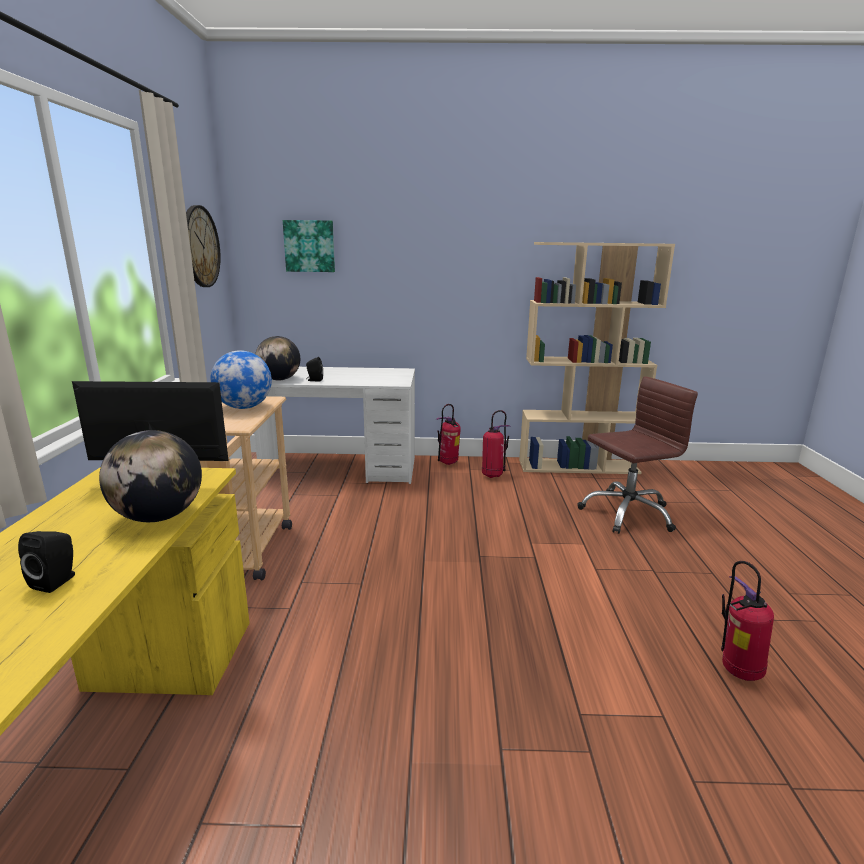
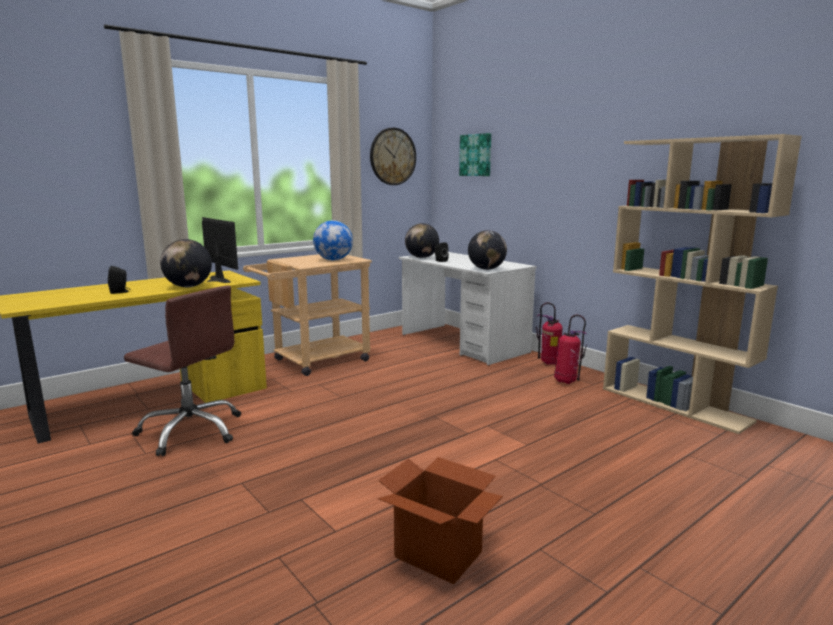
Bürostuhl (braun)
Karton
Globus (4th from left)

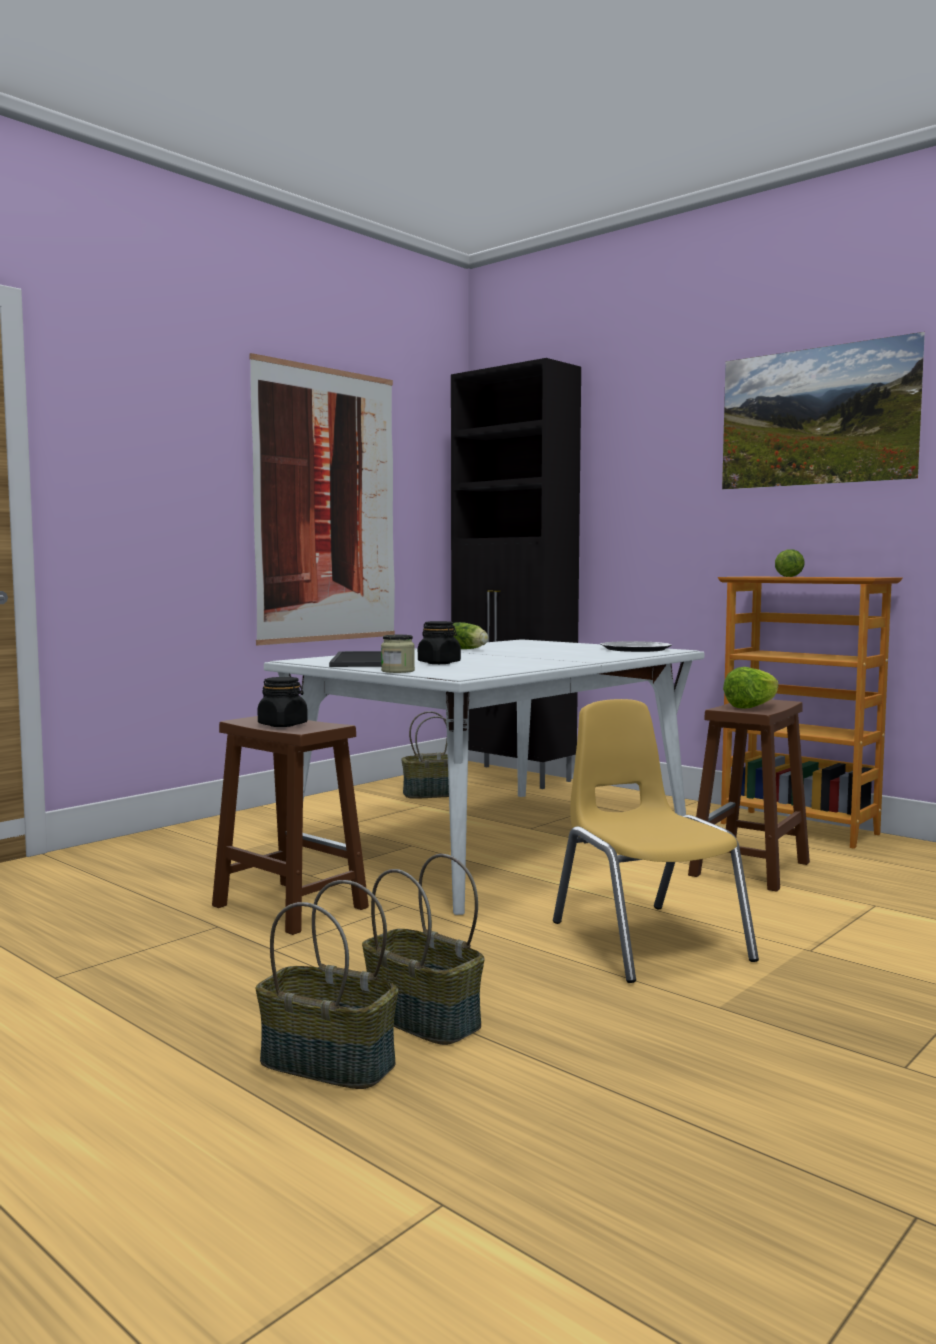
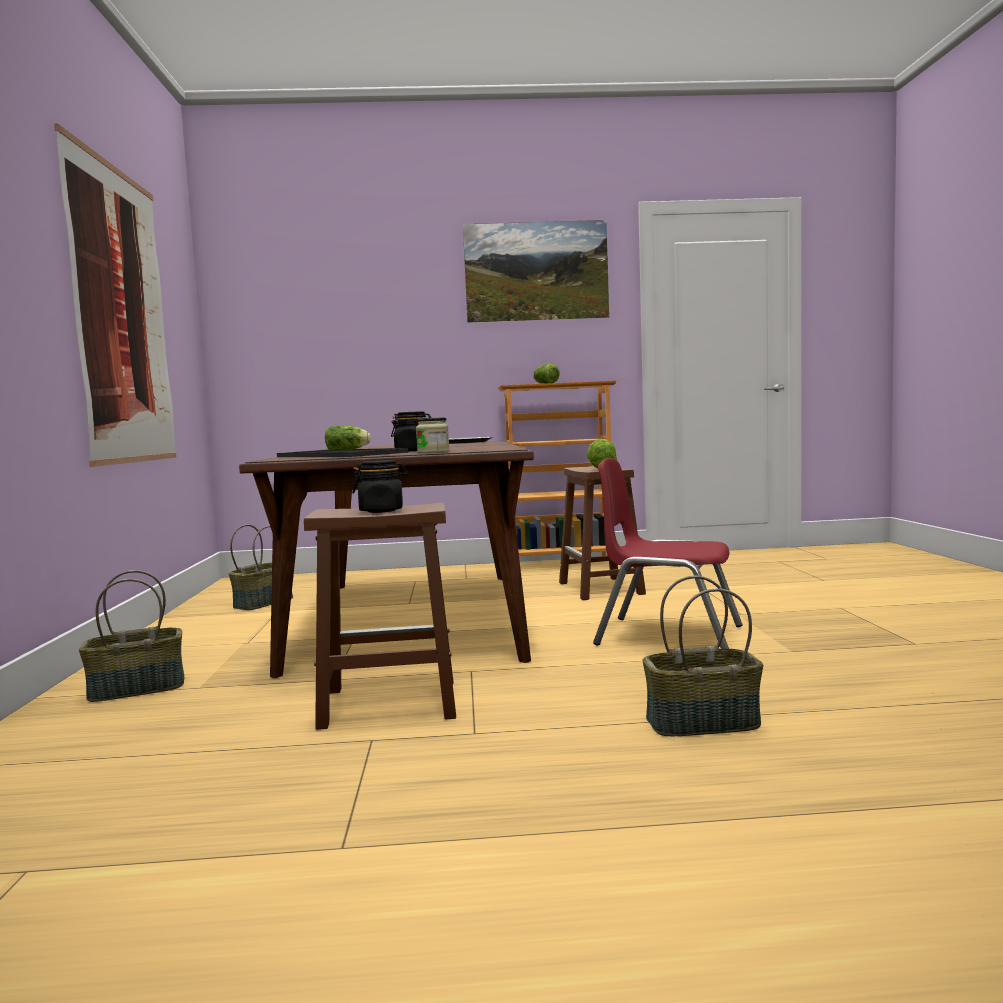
Korb (1st from left)
Esstisch (braun)
Schrank (schwarz)
Stuhl (rot)

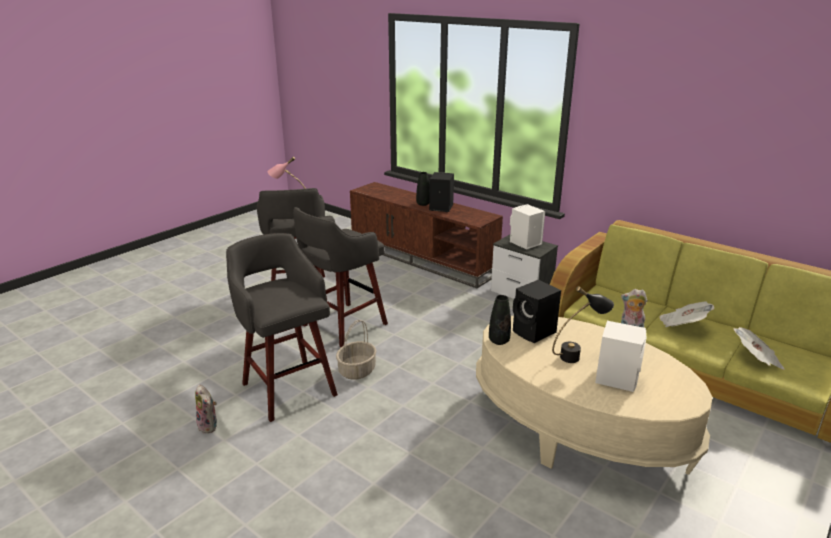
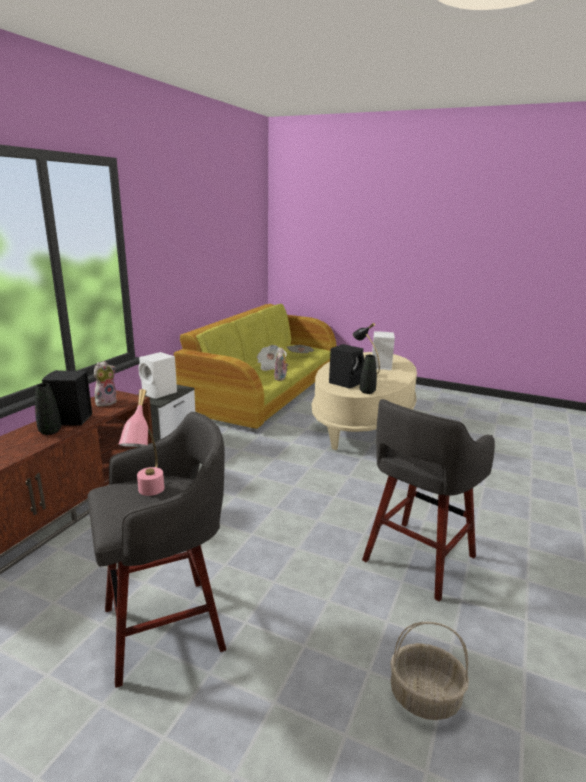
Plüschtier (1st from left)
Hocker (grau) (3rd from left in the first image)
Korb

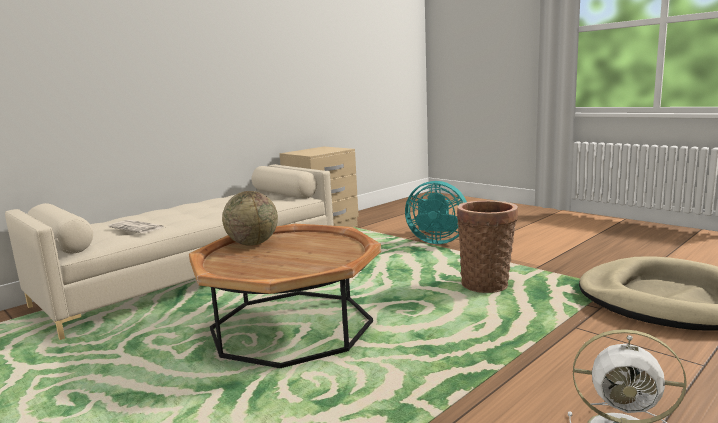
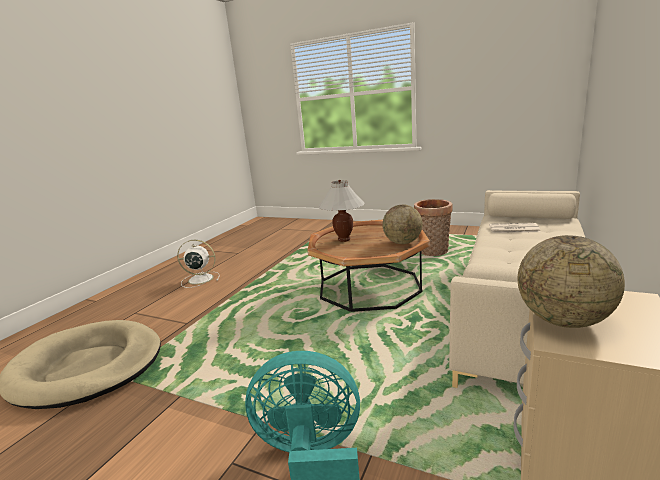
Korb
Tischlampe (weiß)
Globus (2nd from left)

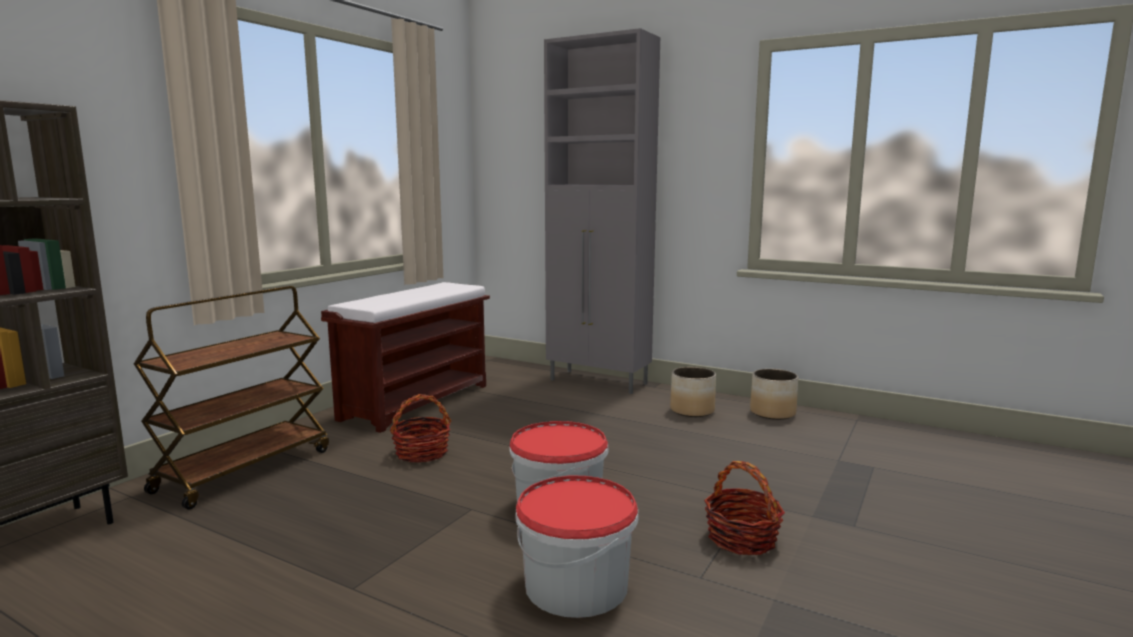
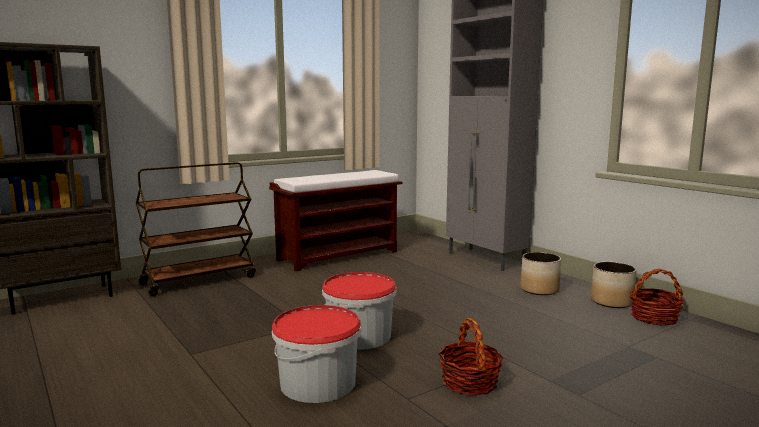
Korb (2nd from left)

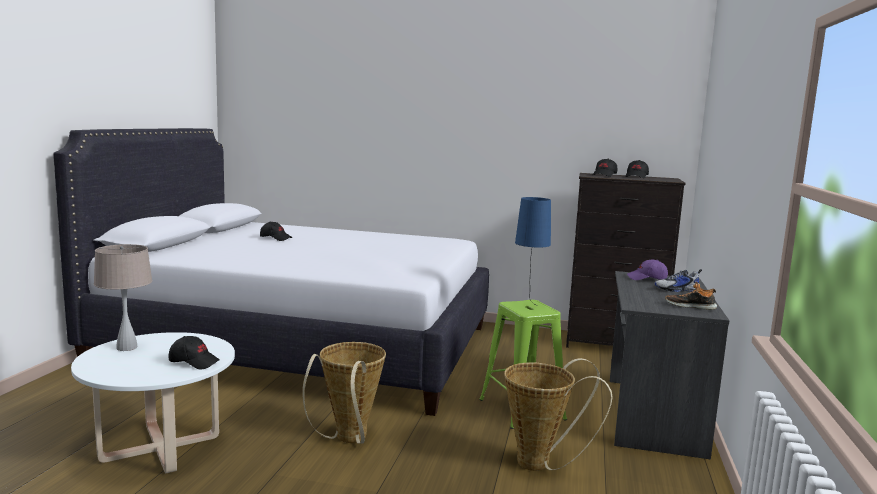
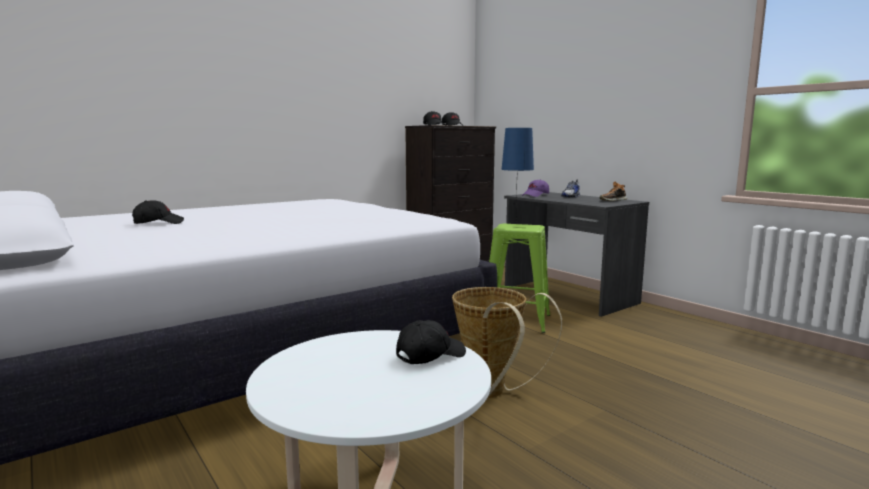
Tischlampe (beige)
Korb (2nd from left in the first image)

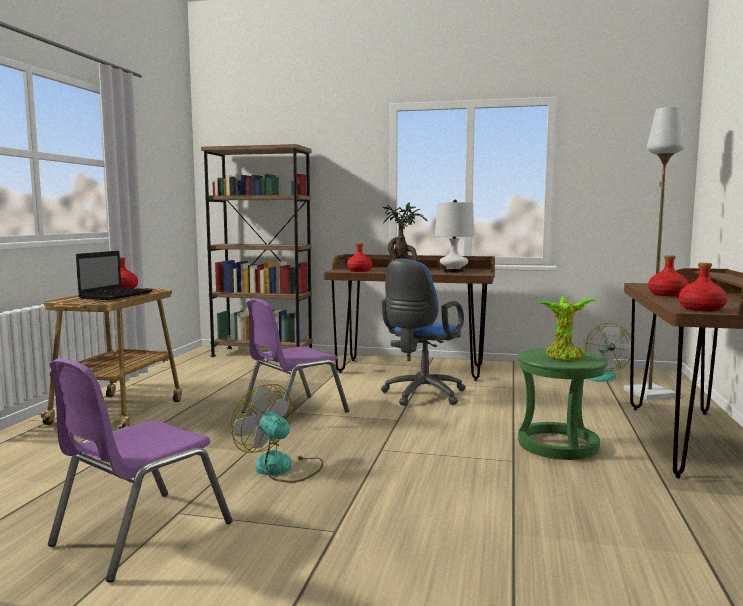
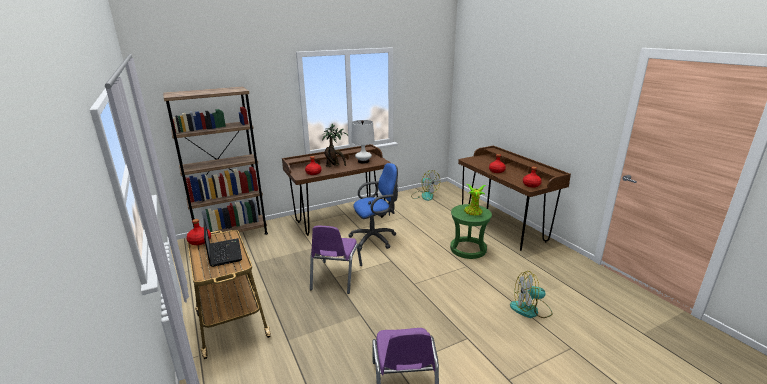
Ventilator (2nd from left)
Bürostuhl (blau)
Stehlampe (grau)

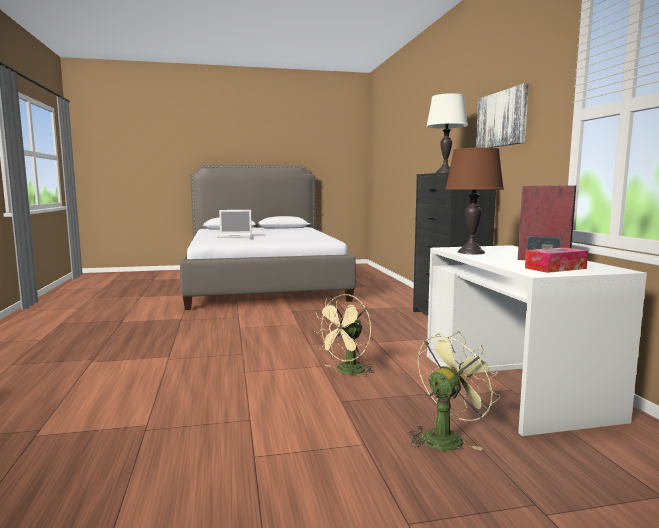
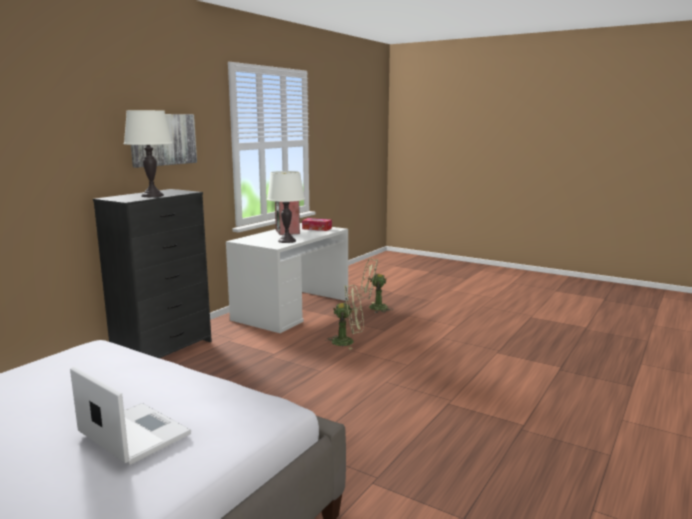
Ventilator (grün) (1st from left)
Tischlampe (weiß) (2nd from left)

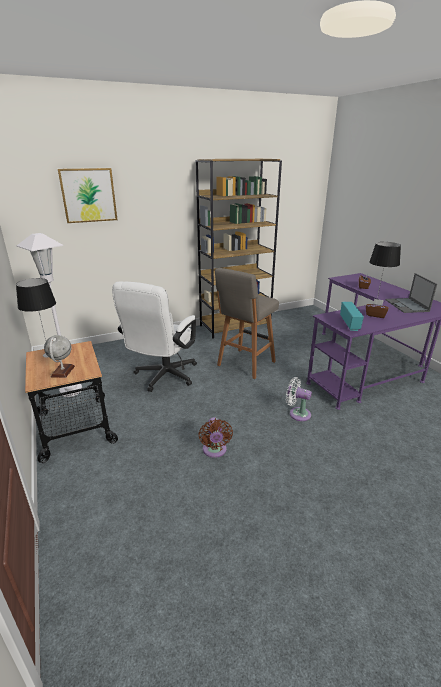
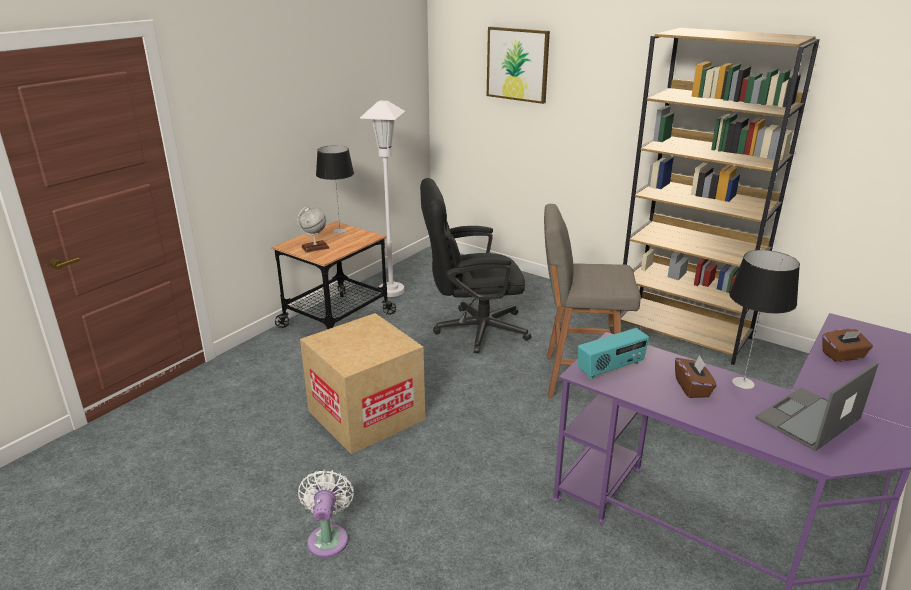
Bürostuhl (schwarz)
Karton
Ventilator (weiß)

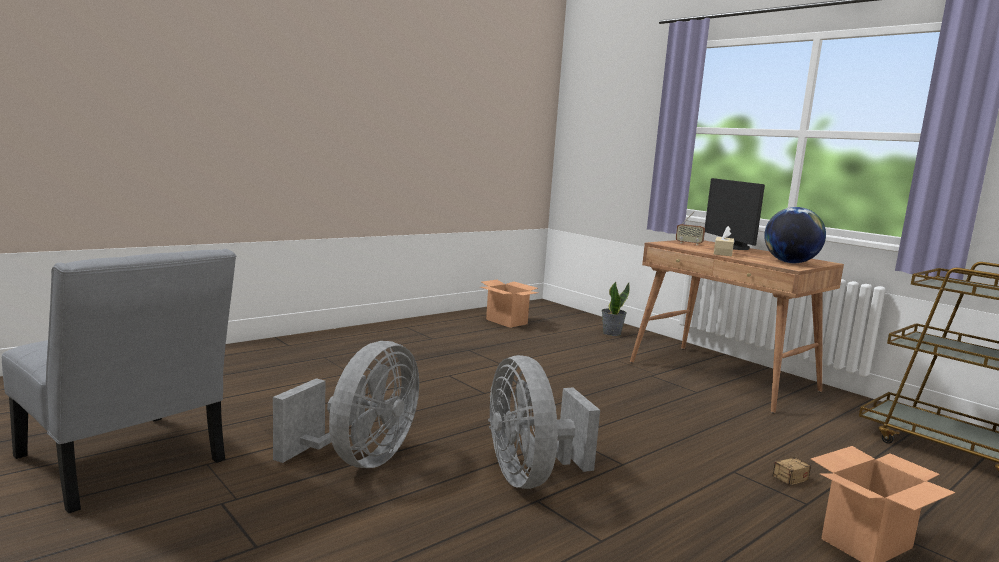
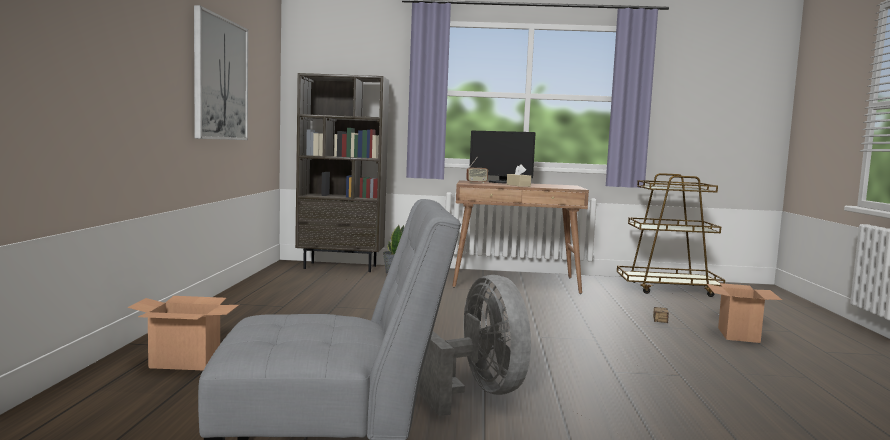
Karton (1st from left)
Ventilator (grau) (2nd from left in the first image)
Globus
Bild
Bücherregal (braun)

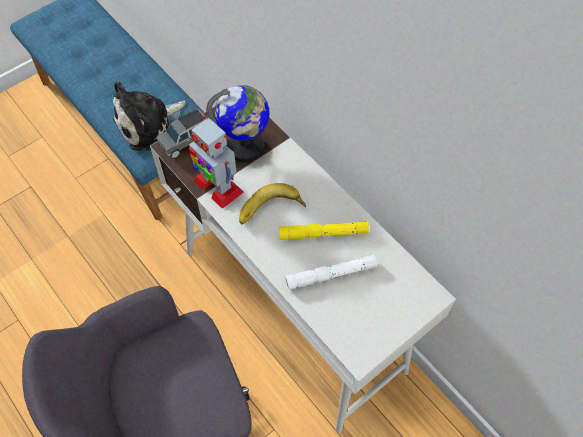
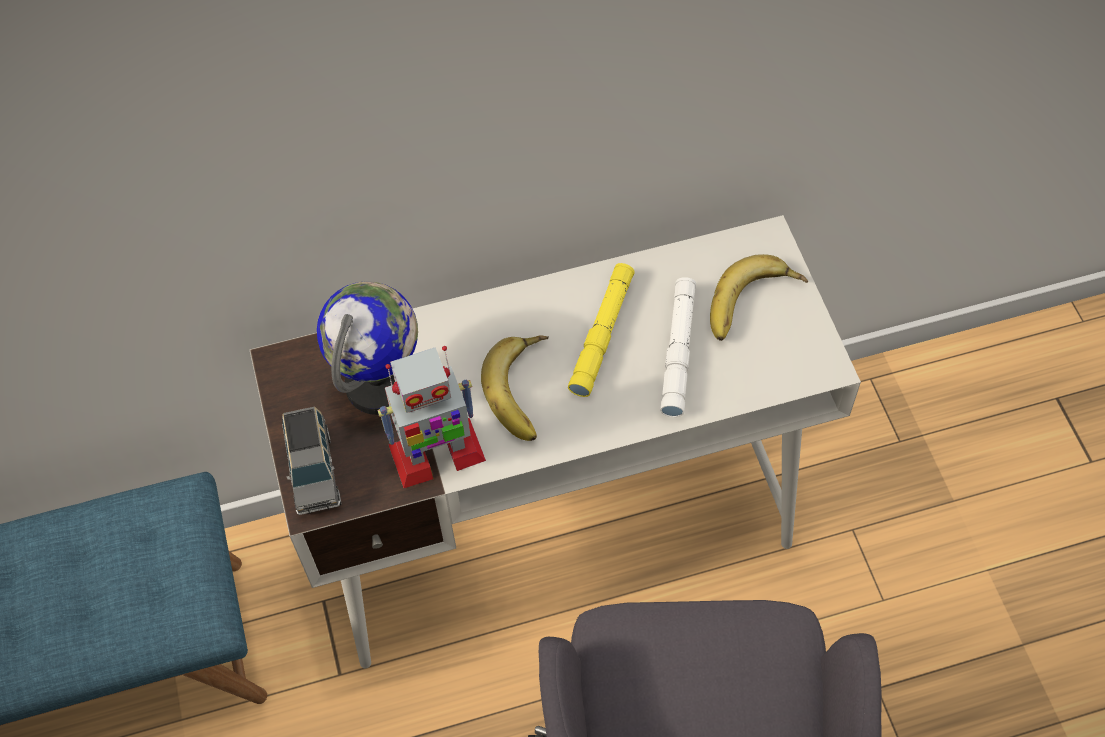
Plüschtier
Banane (2nd from left)

